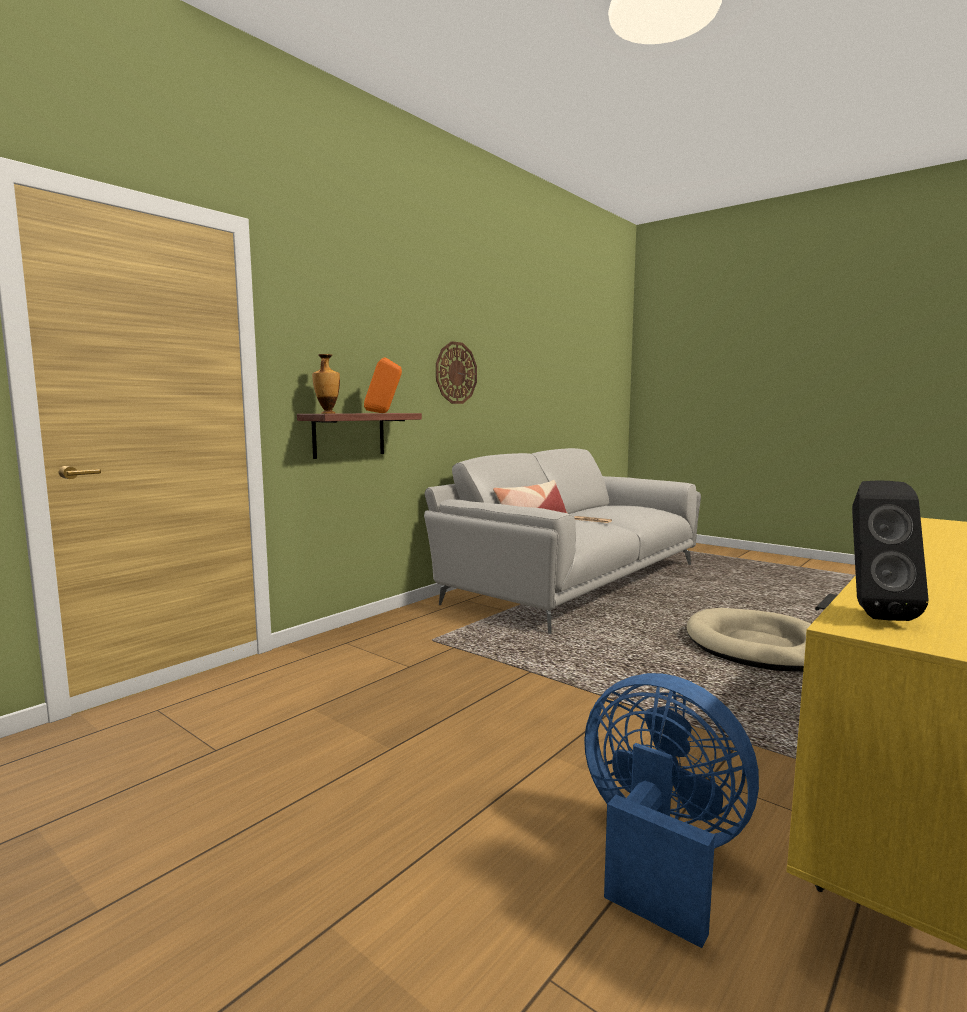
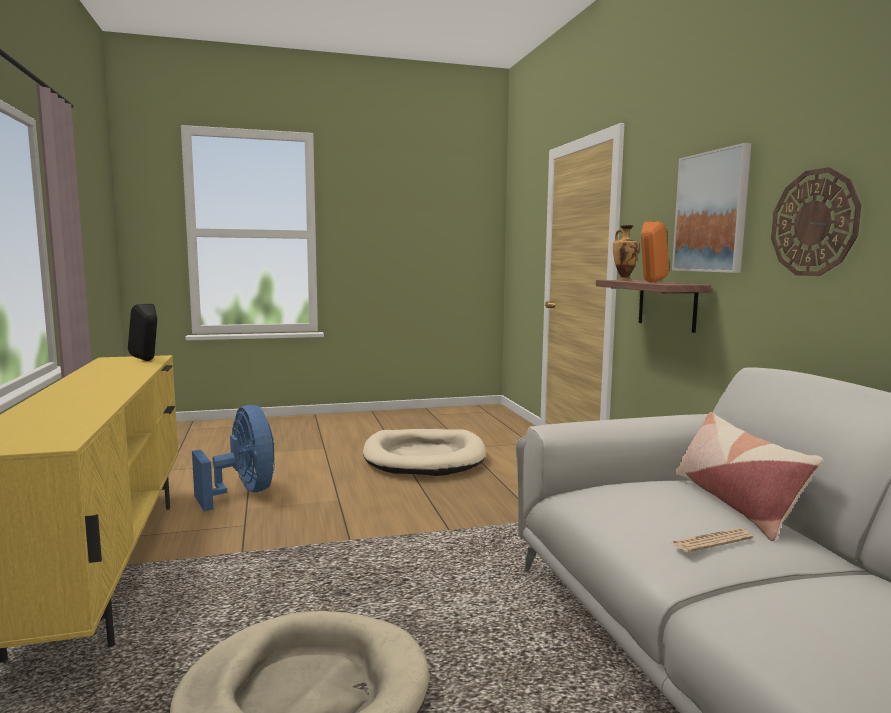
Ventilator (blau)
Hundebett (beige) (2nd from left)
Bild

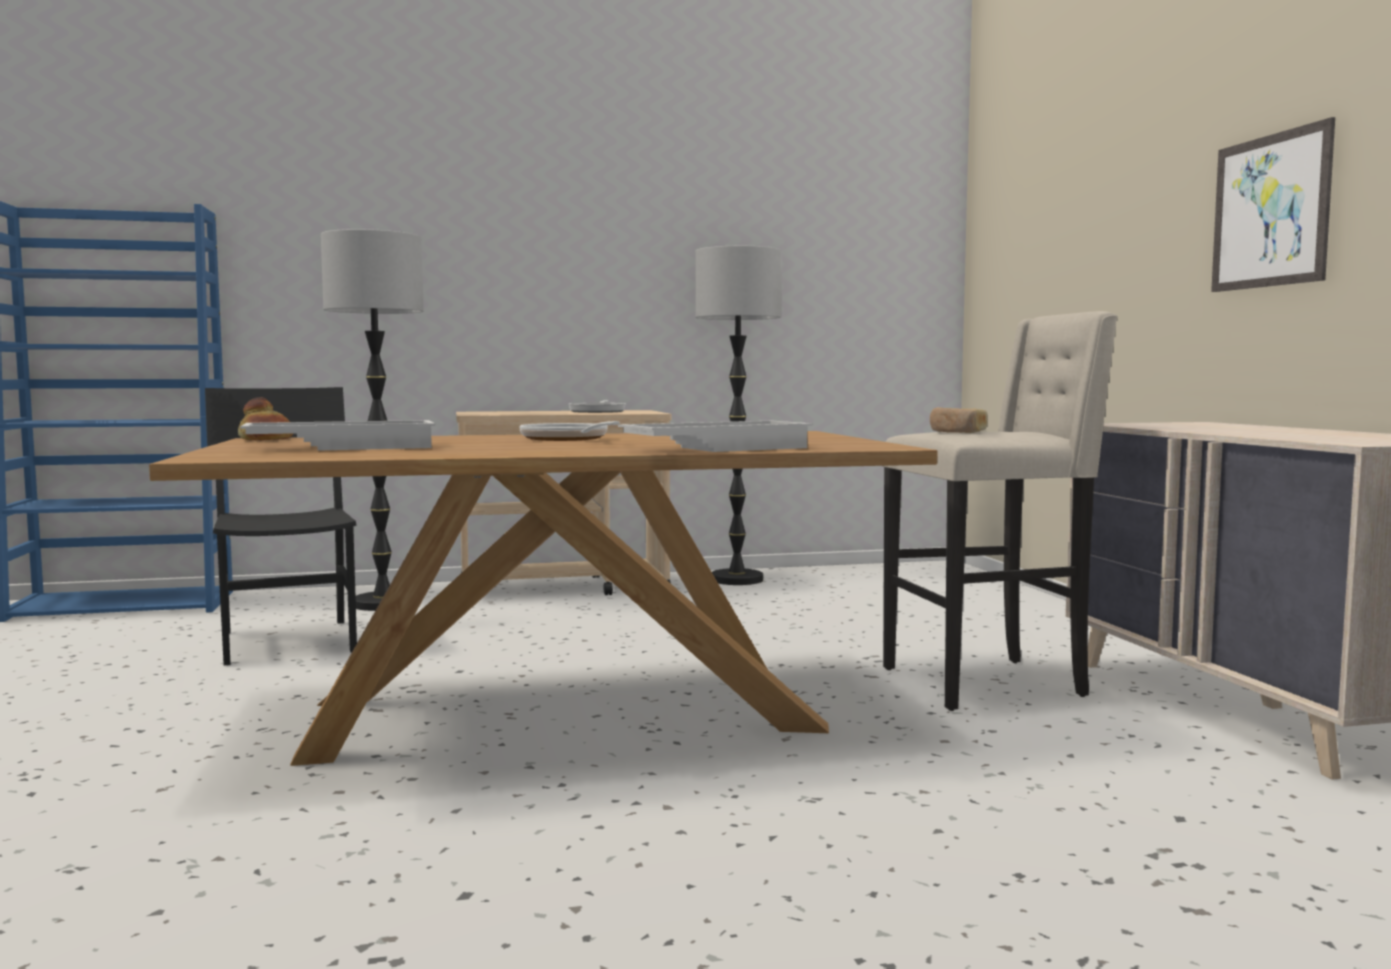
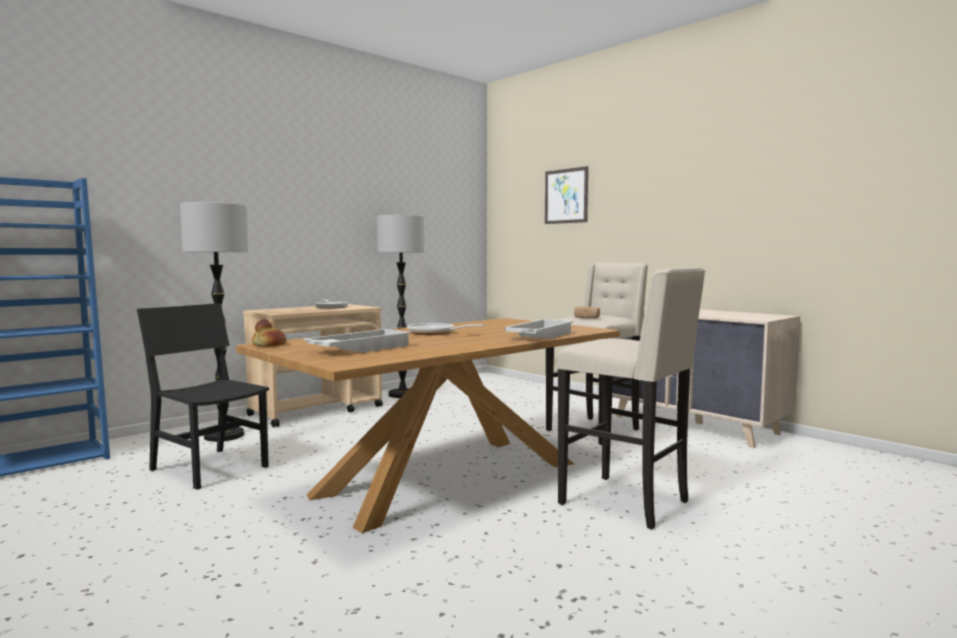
Bild
Hocker (beige) (2nd from left)

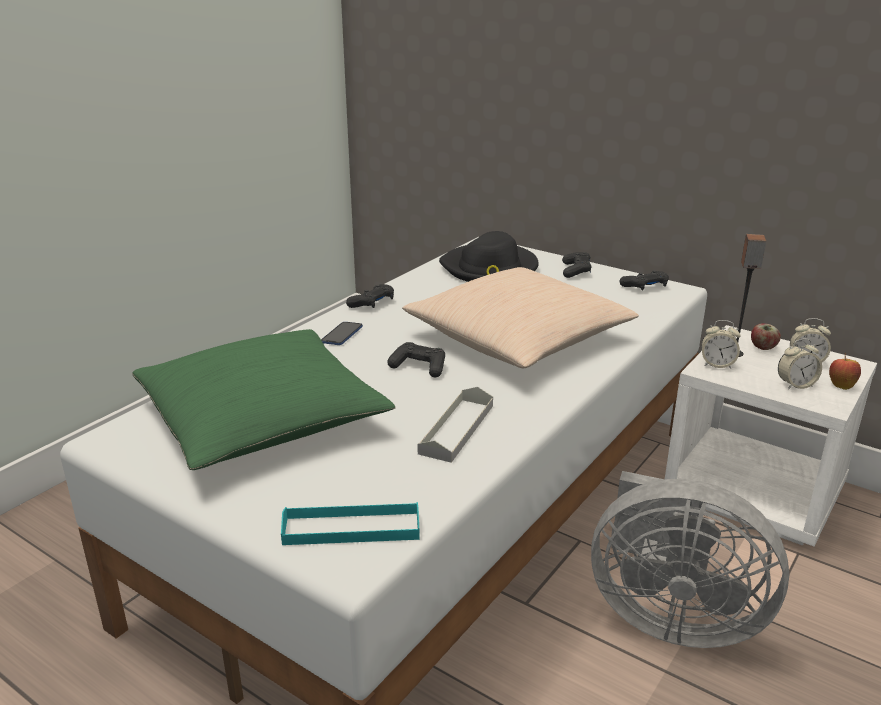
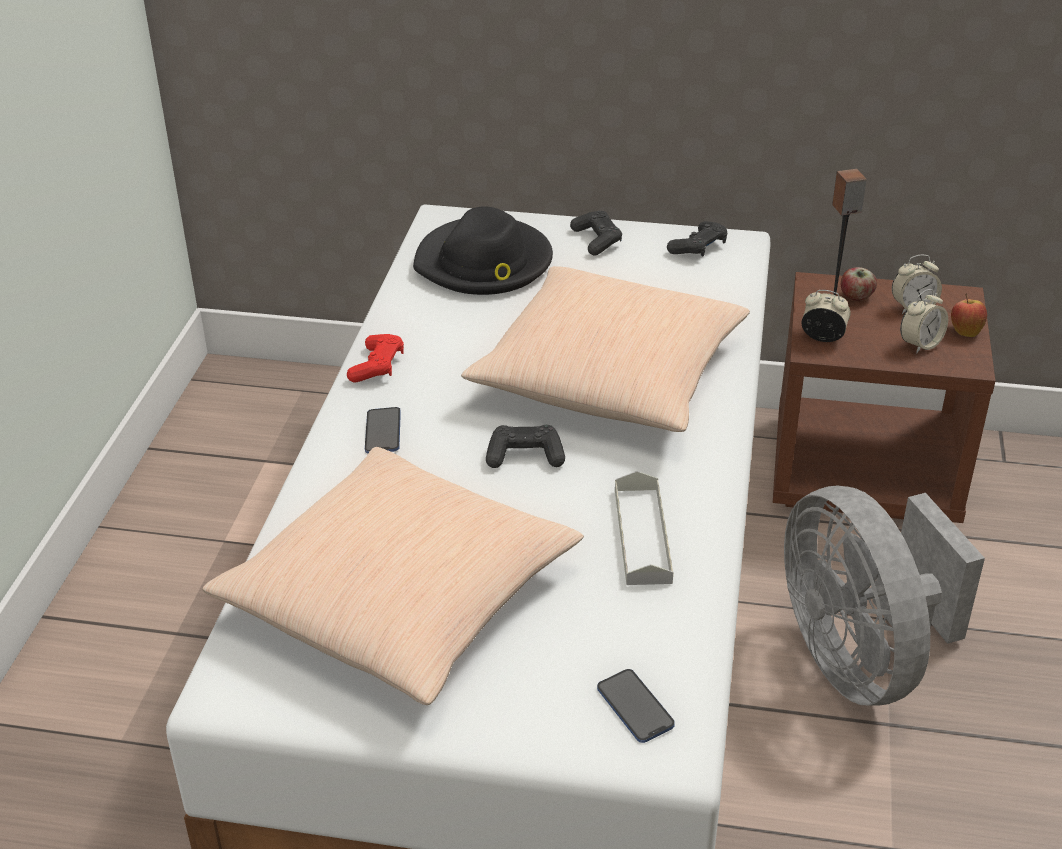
Kissen (beige) (1st from left)
Handy (2nd from left)
Gamepad (rot)
Ventilator (grau)
Nachttisch (braun)
Wecker (1st from left)

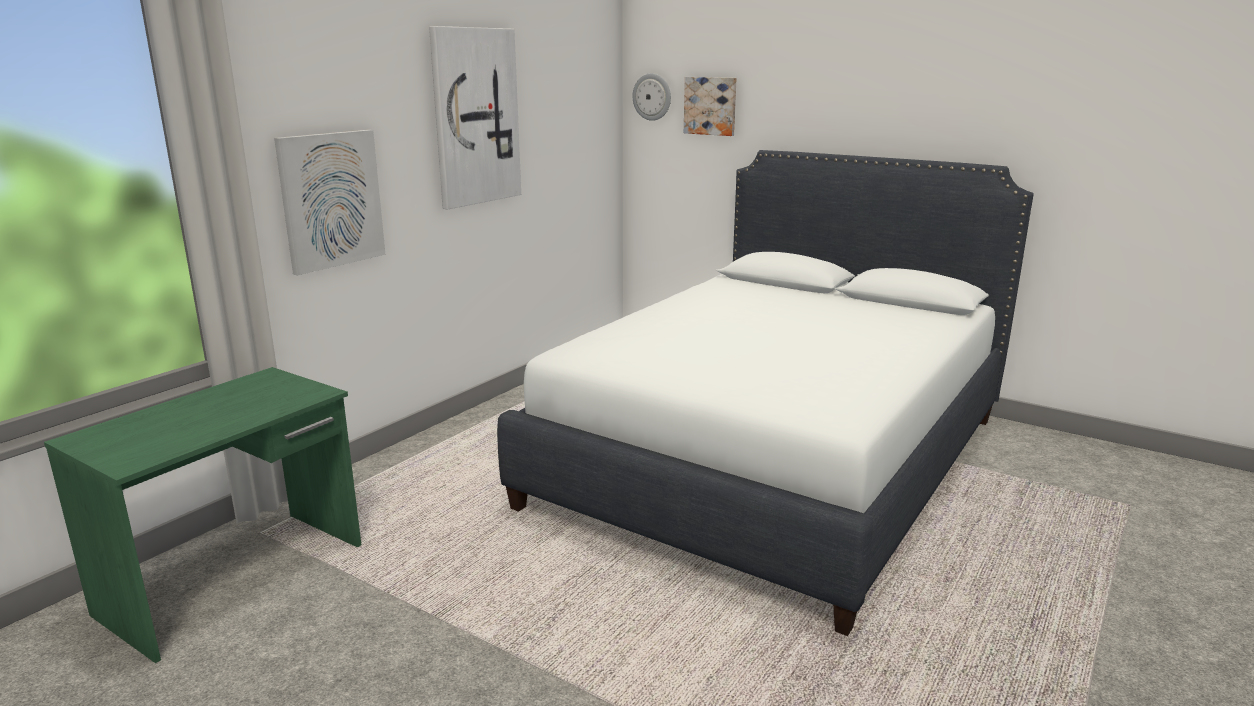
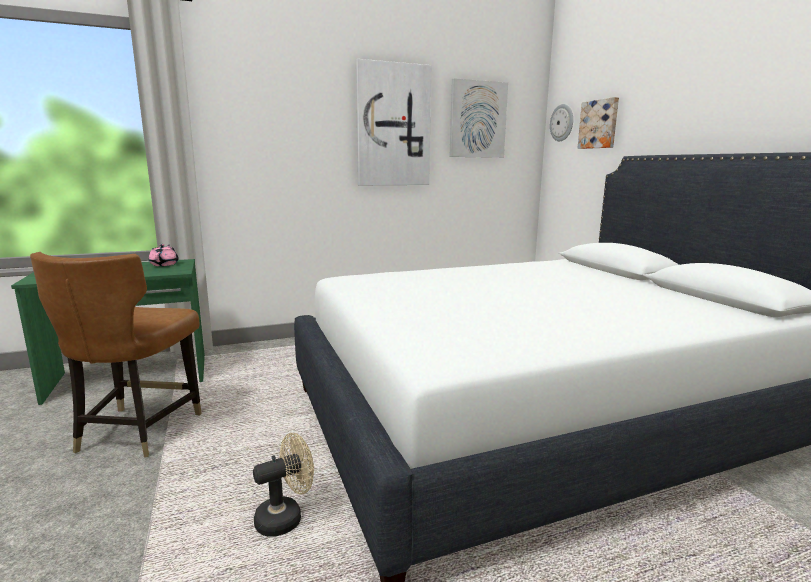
Bild (2nd from left)
Stuhl (braun)
Teekanne (rosa)
Ventilator (beige)

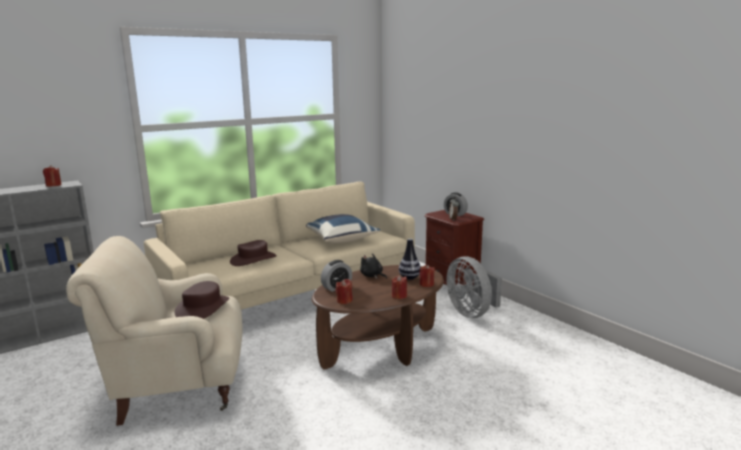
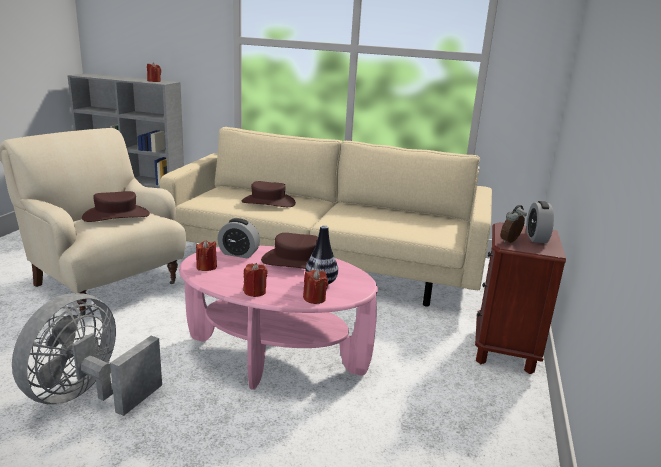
Kissen (blau)
Couchtisch (rosa)
Hut (braun) (3rd from left)
Ventilator (grau)

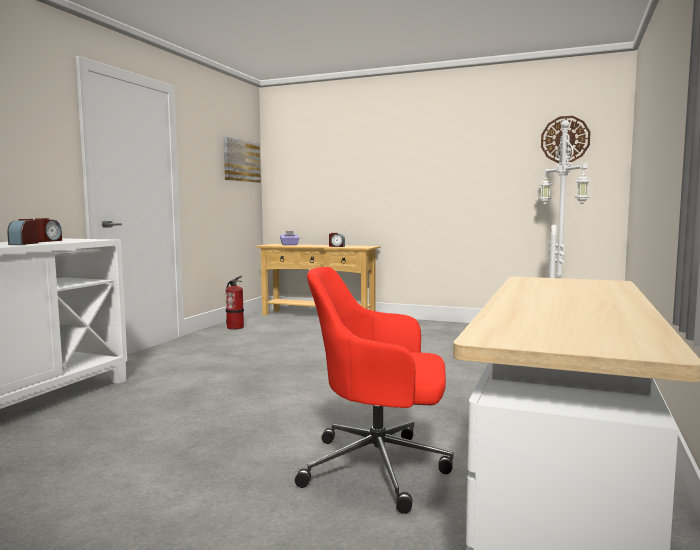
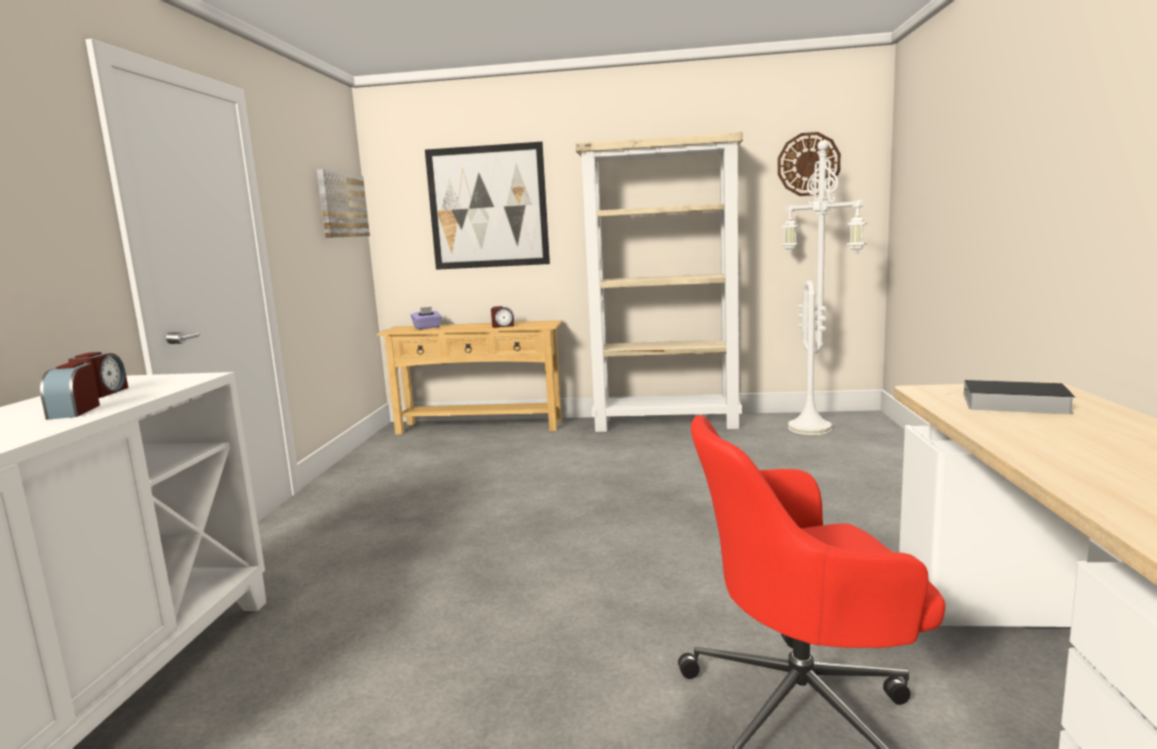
Feuerlöscher
Bild (2nd from left)
Bücherregal (beige)
Buch

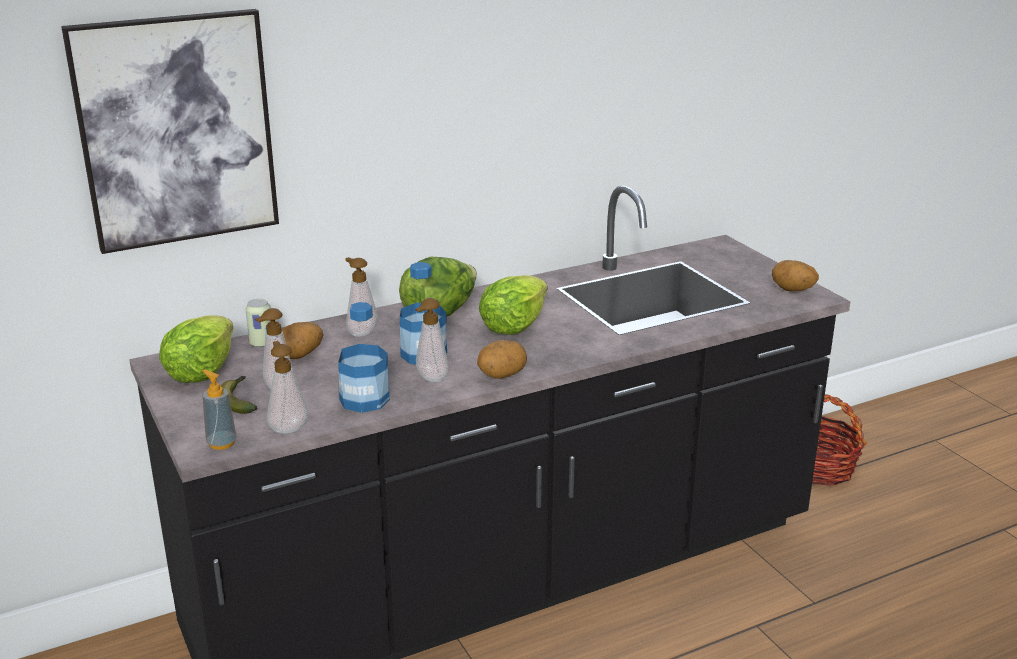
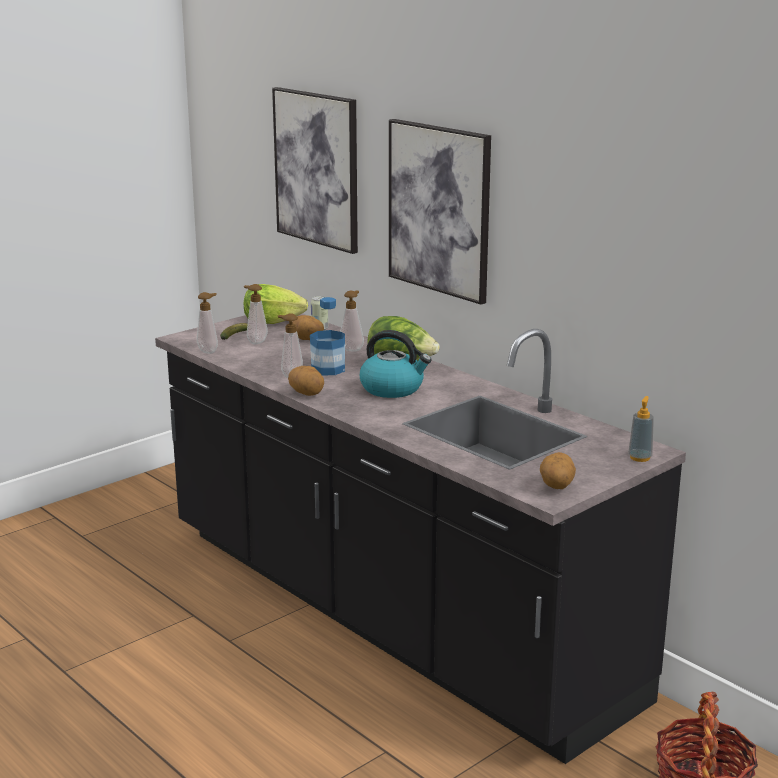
Seifenspender (5th from left)
Flasche (1st from left in the first image)
Wasserkessel
Bild (2nd from left)

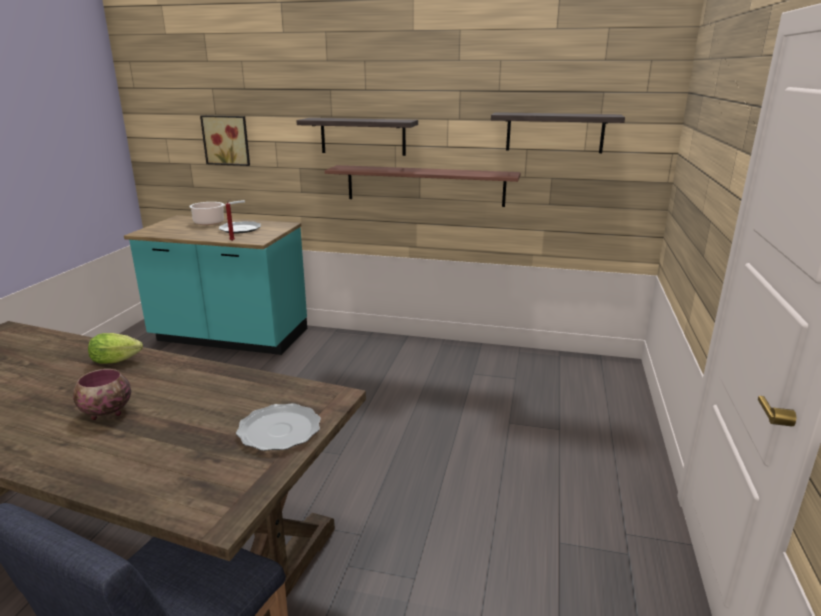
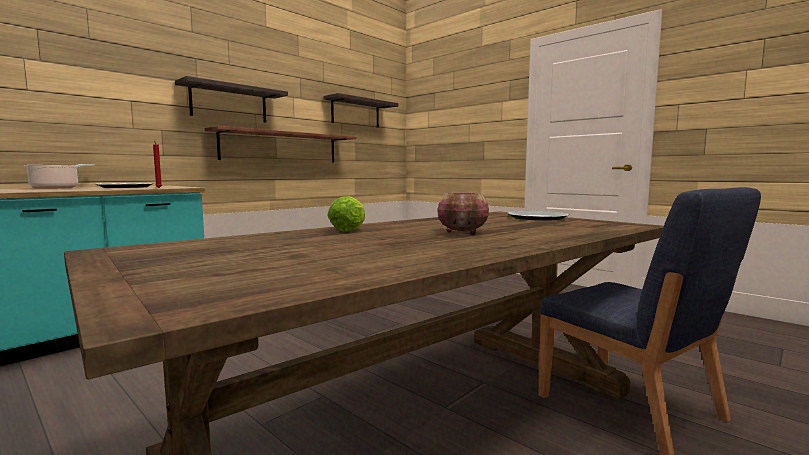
Bild

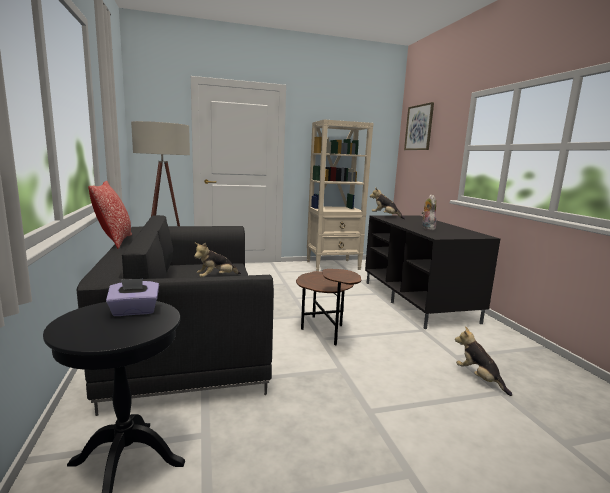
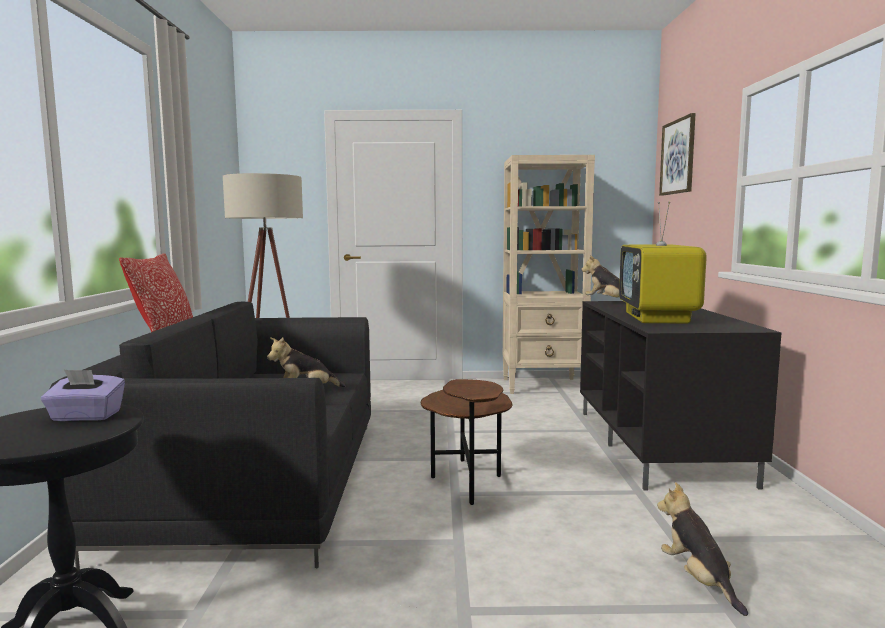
Fernseher

